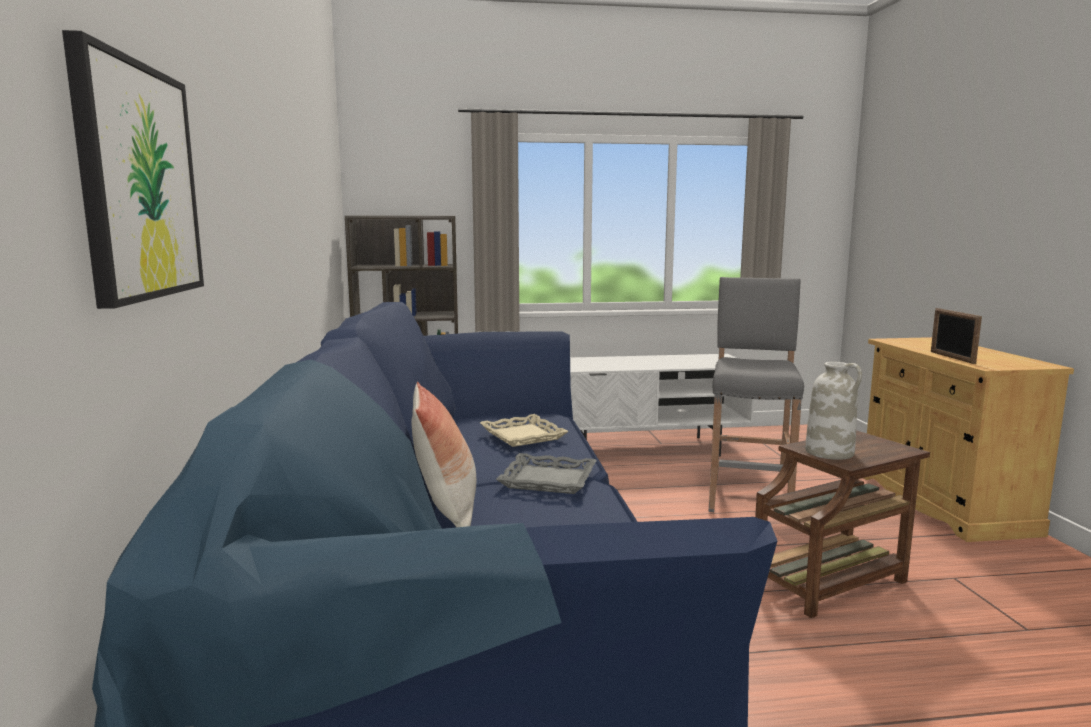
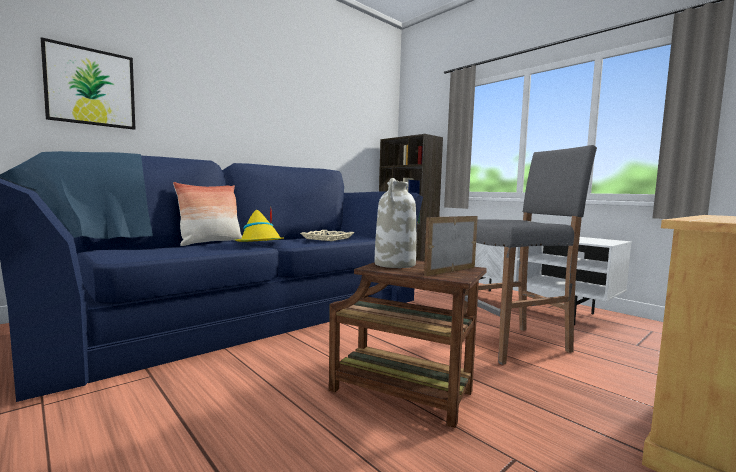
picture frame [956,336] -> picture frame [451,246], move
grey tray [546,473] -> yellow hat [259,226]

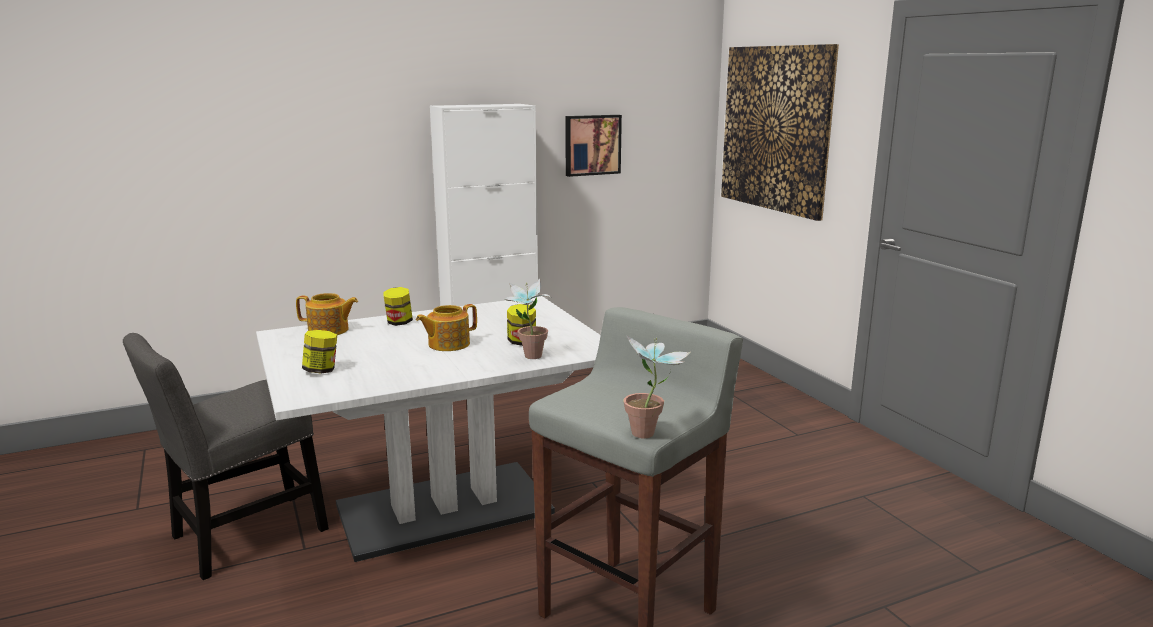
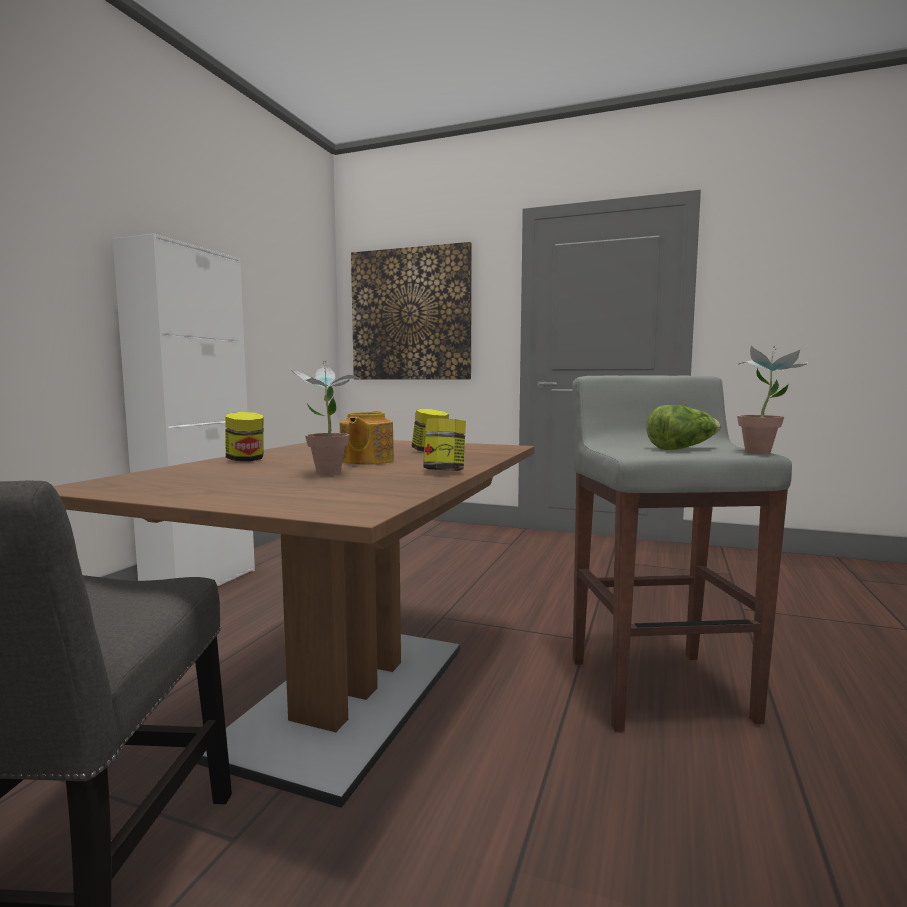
picture [593,146] -> none
potted plant [528,318] -> potted plant [325,417], move
teapot [327,314] -> none
white dining table [428,429] -> brown dining table [294,624]
jar [319,352] -> jar [444,444], move
none -> lettuce [683,427]

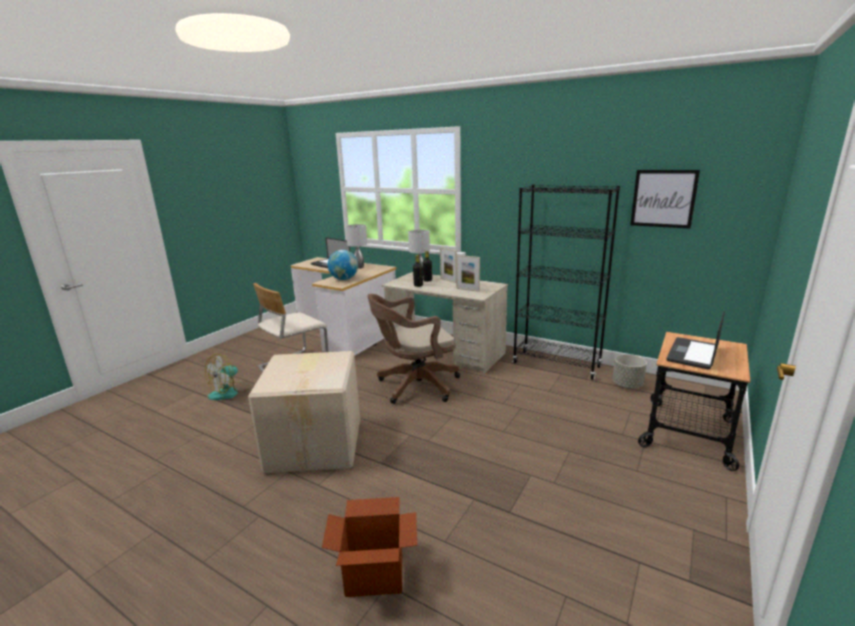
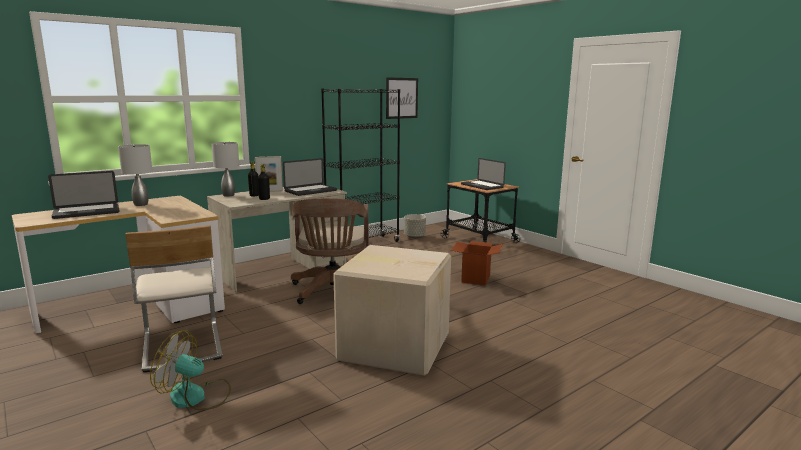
globe [343,265] -> none
picture frame [468,273] -> laptop [310,177]
fan [227,377] -> fan [190,370], 135 degrees clockwise
cardboard box [369,547] -> cardboard box [477,263], move

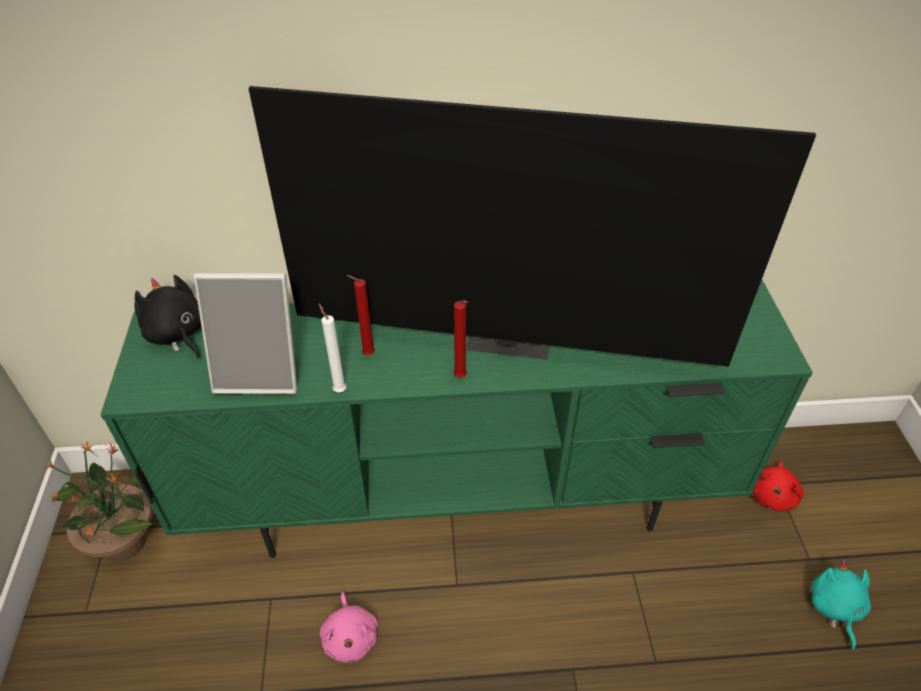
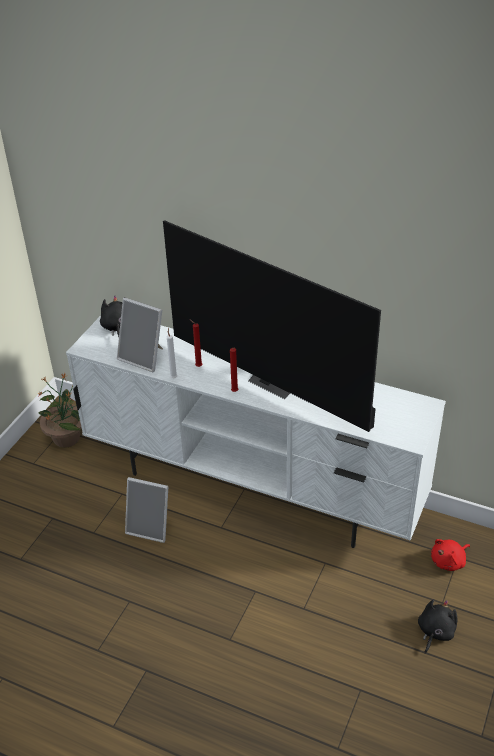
green tv stand [456,419] -> white tv stand [256,432]
turquoise plush toy [841,605] -> black plush toy [437,626]
pink plush toy [349,627] -> picture frame [146,510]

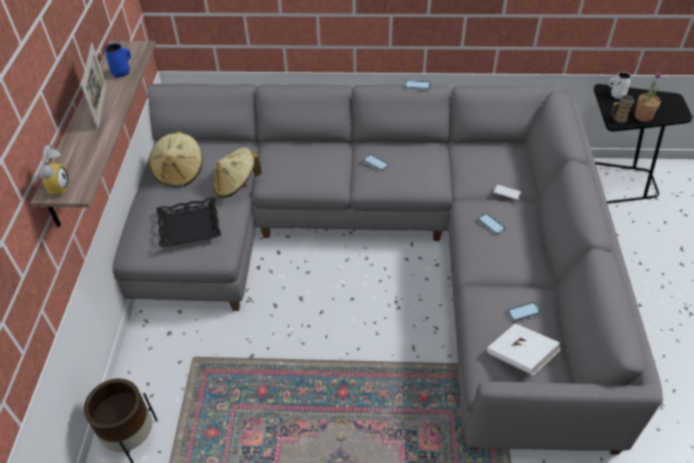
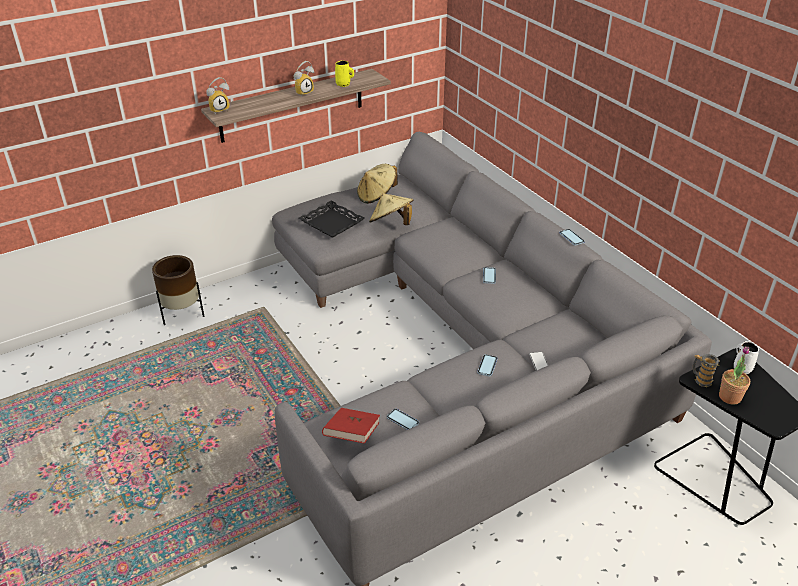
picture frame [94,86] -> alarm clock [304,78]
blue mug [118,60] -> yellow mug [344,73]
white book [524,349] -> red book [351,426]

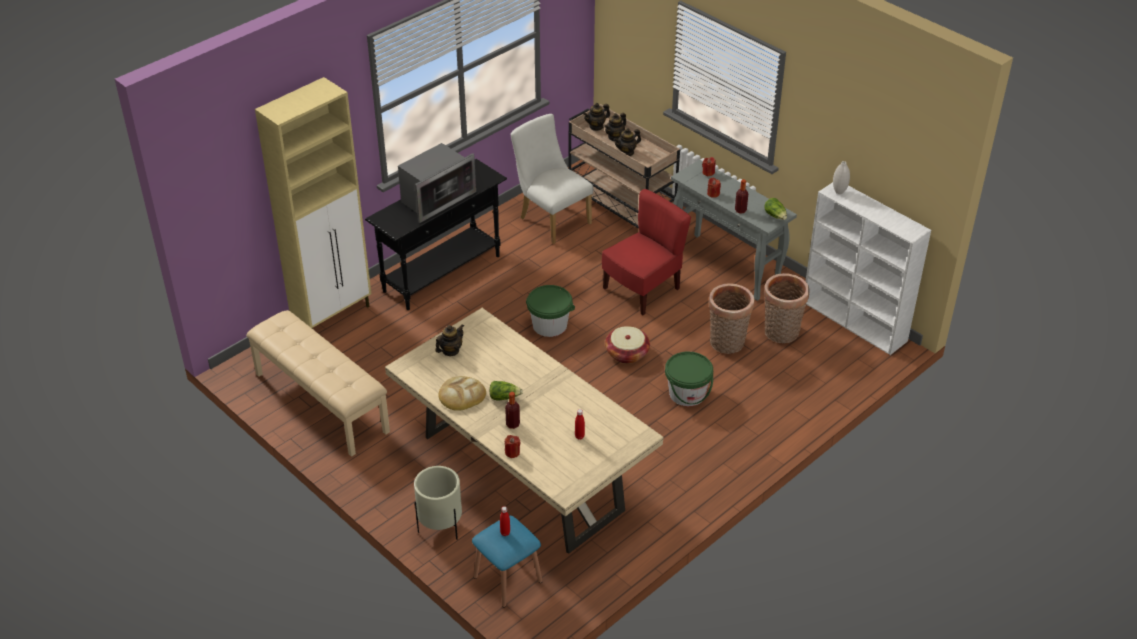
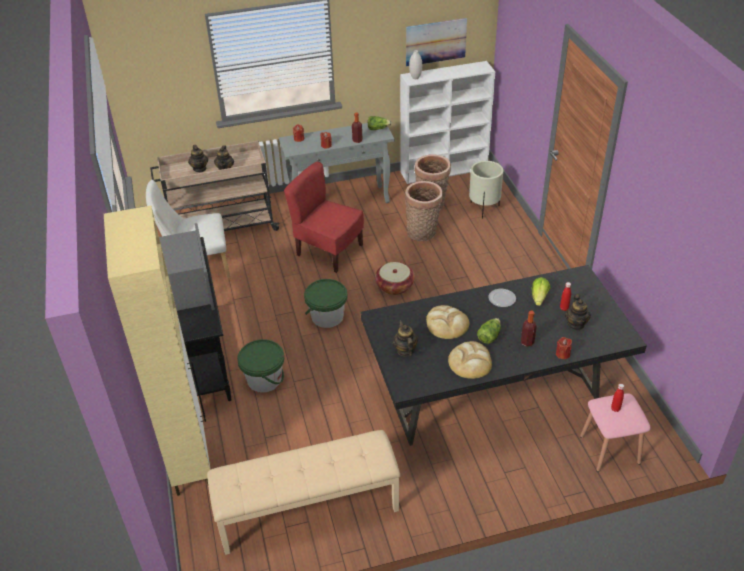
teapot [596,117] -> teapot [578,312], move
red chair [646,252] -> red chair [324,217], 45 degrees counterclockwise
beige dining table [524,431] -> black dining table [503,355]
green bucket [689,378] -> green bucket [260,366], move
beige planter [438,503] -> beige planter [486,190], move
blue stool [507,561] -> pink stool [615,433]
none -> picture [436,42]
none -> lettuce [541,291]
none -> plate [502,298]
none -> bread [448,322]

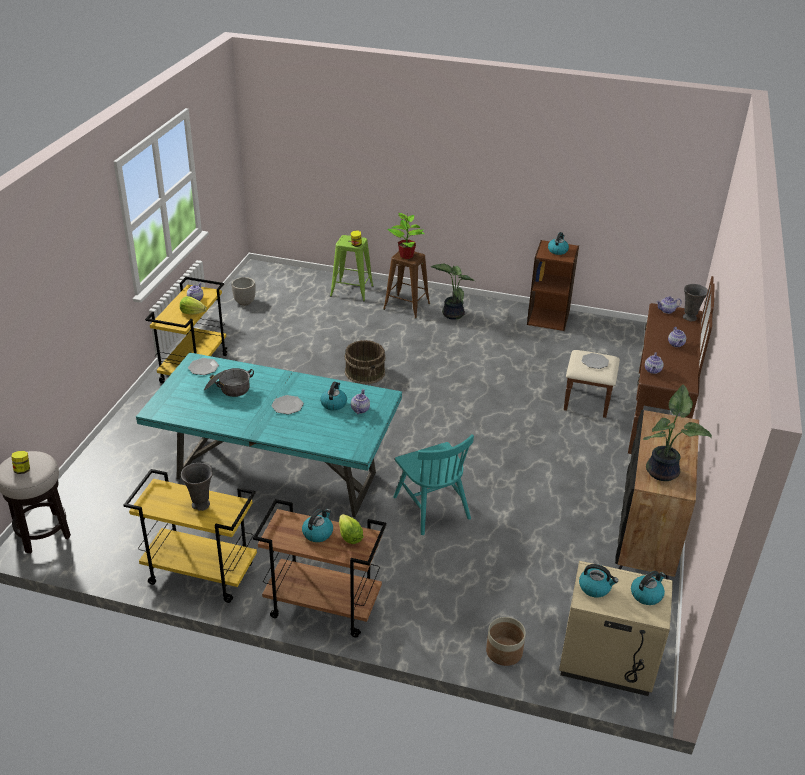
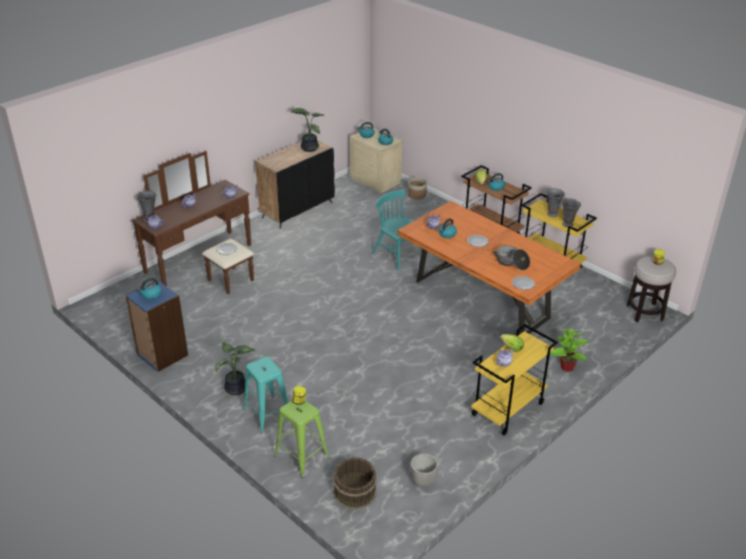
potted plant [406,236] -> potted plant [570,349], move
brown bookcase [553,285] -> blue bookcase [156,326]
brown stool [406,285] -> turquoise stool [265,394]
brown bucket [365,362] -> brown bucket [355,483], move
turquoise dining table [269,434] -> orange dining table [489,268]
turquoise chair [433,484] -> turquoise chair [397,229], 45 degrees counterclockwise
none -> grey vase [571,213]

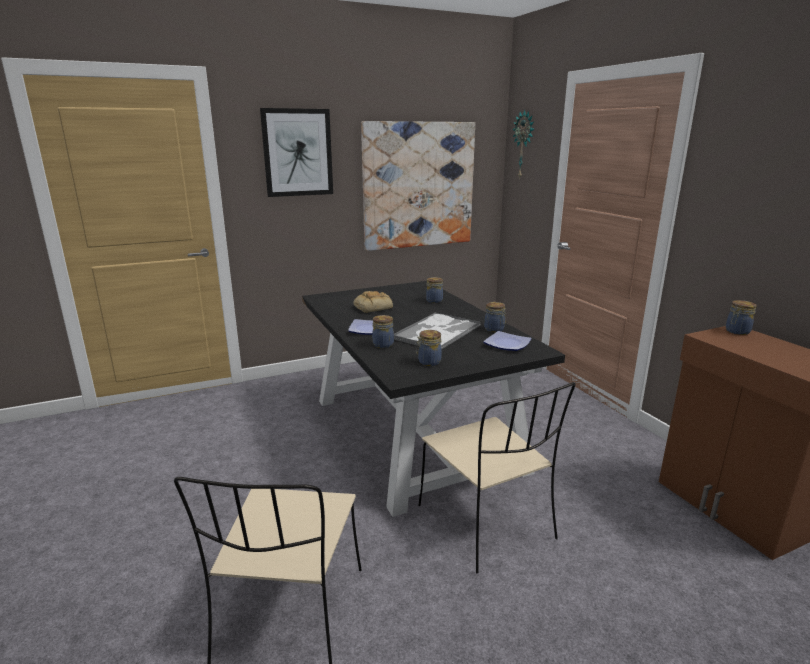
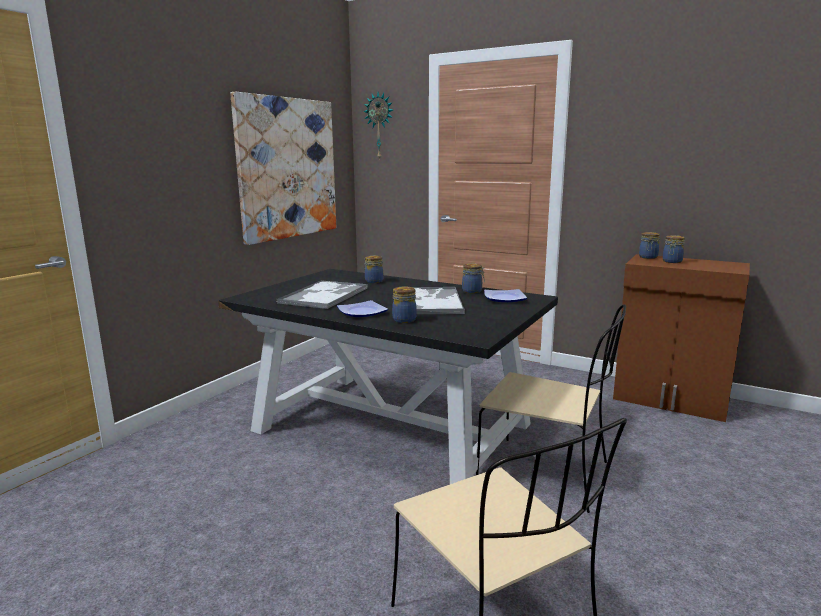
picture [296,152] -> none
bread [373,302] -> tray [322,294]
jar [429,348] -> jar [674,249], move

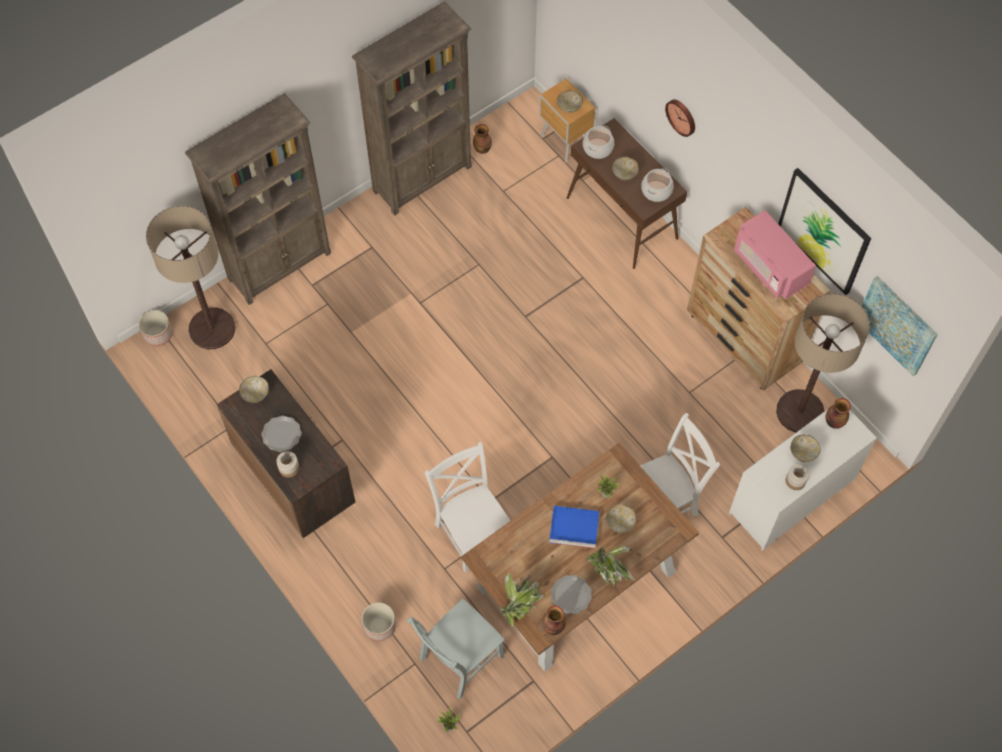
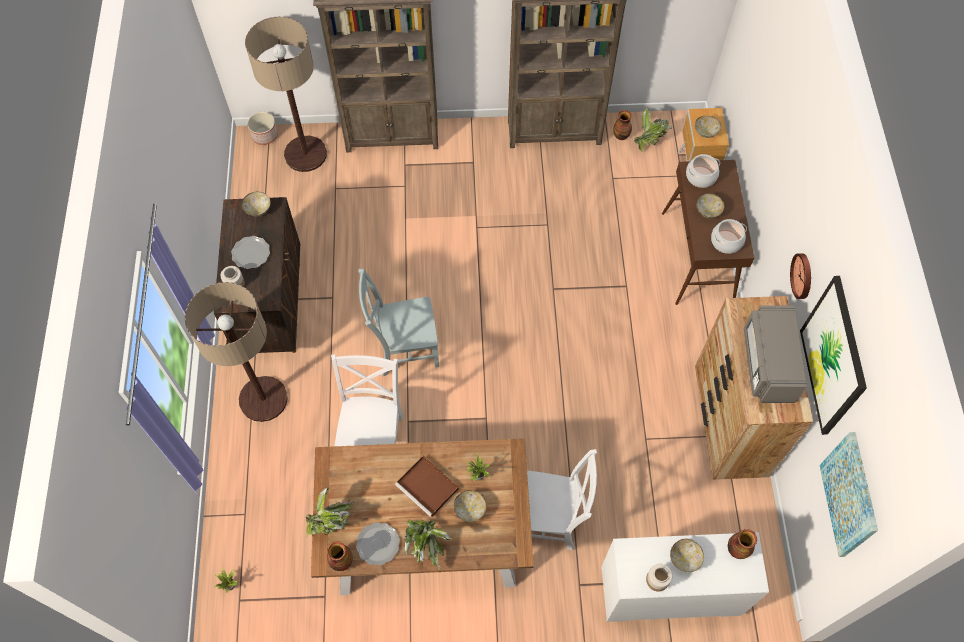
wall clock [680,118] -> wall clock [800,276], move
pink microwave [775,254] -> grey microwave [775,354]
floor lamp [823,363] -> floor lamp [236,352], move
blue tray [574,527] -> brown tray [427,486]
grey chair [456,649] -> grey chair [398,322], move
planter [379,622] -> none
none -> potted plant [653,129]

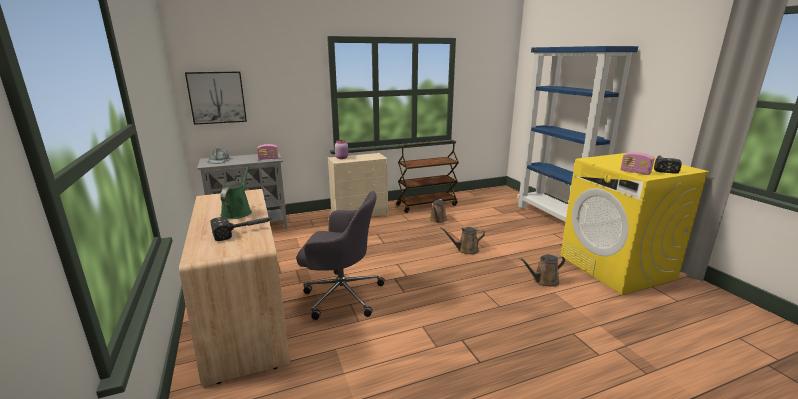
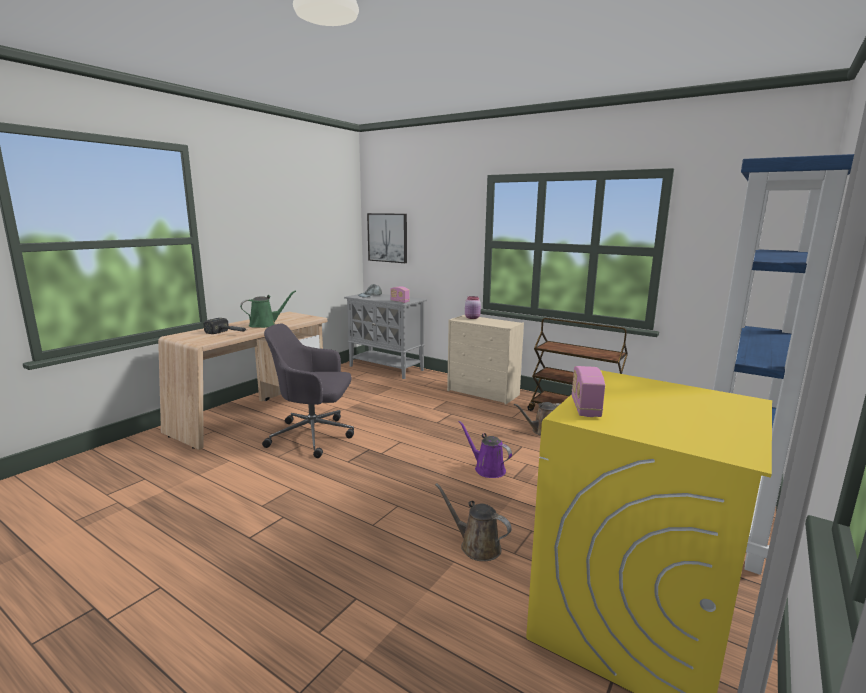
hammer [668,164] -> none
grey office chair [341,255] -> grey office chair [308,391], 120 degrees clockwise
brown watering can [462,241] -> purple watering can [485,449]

